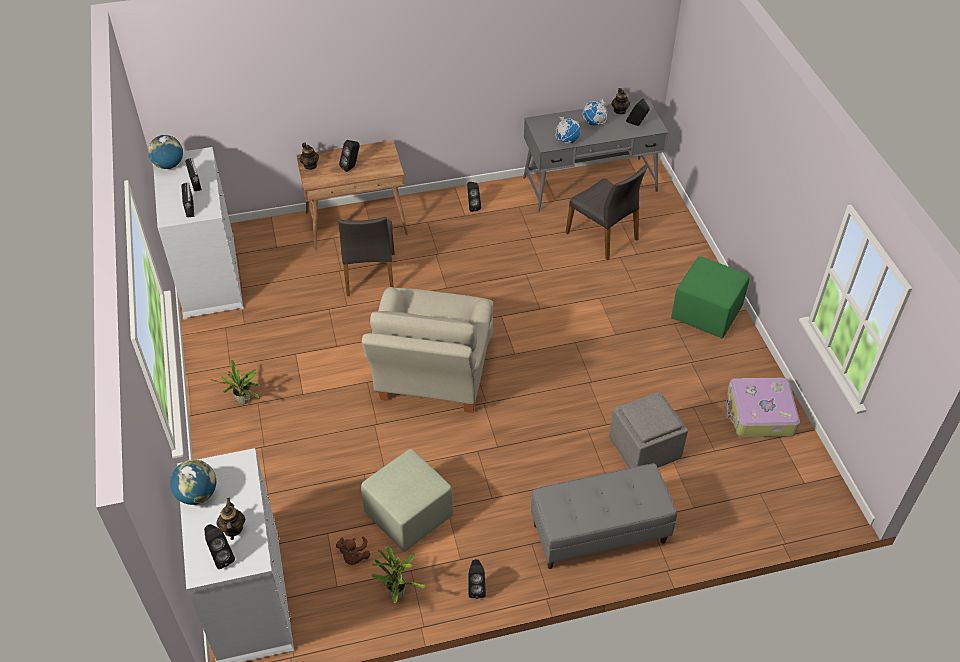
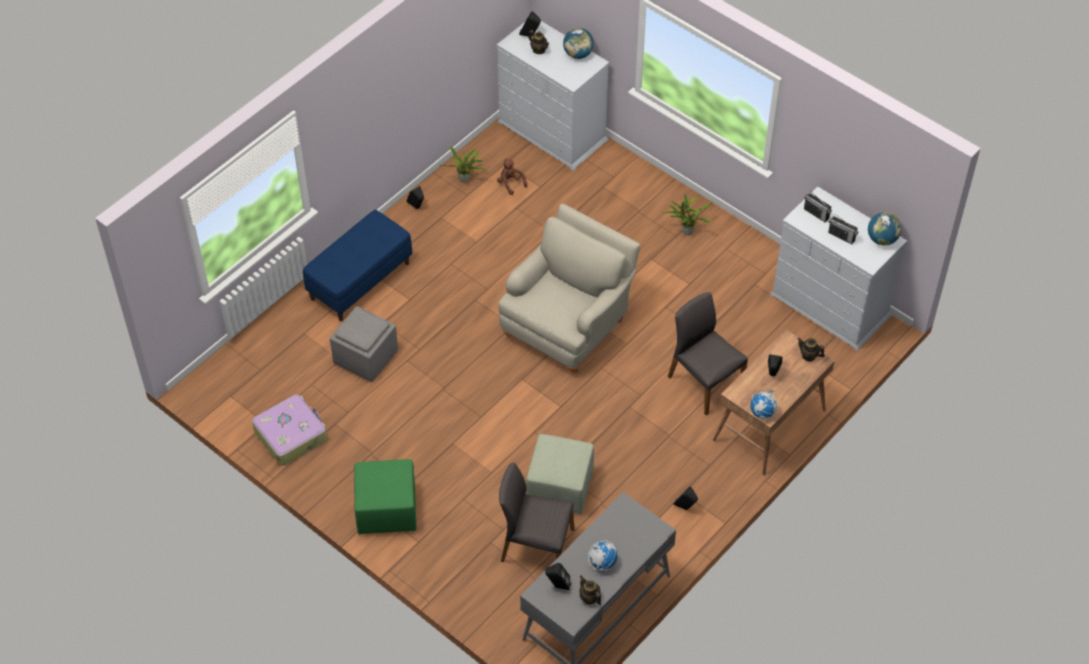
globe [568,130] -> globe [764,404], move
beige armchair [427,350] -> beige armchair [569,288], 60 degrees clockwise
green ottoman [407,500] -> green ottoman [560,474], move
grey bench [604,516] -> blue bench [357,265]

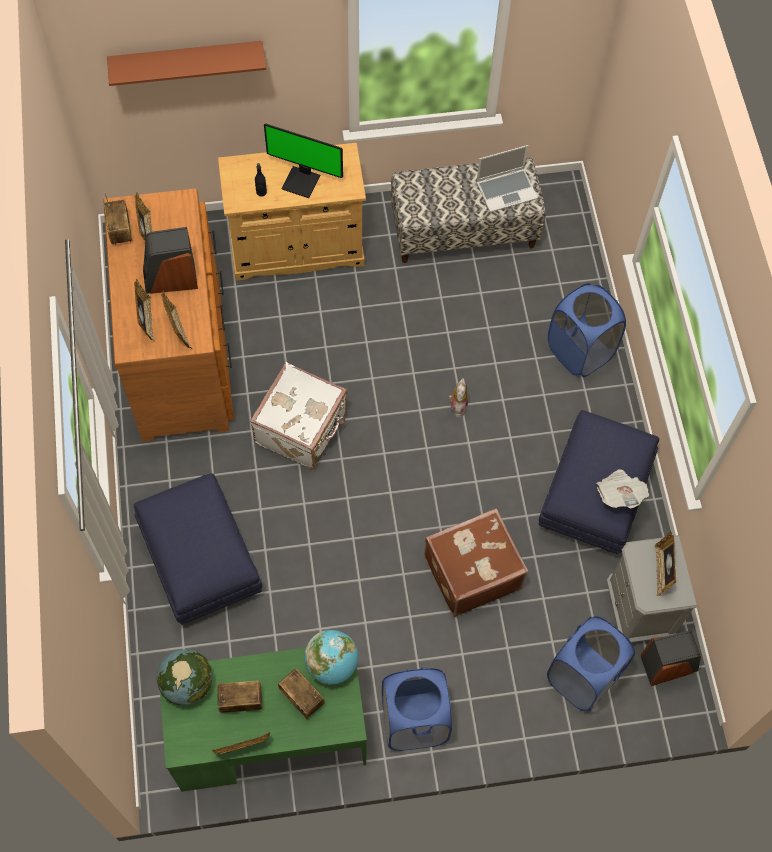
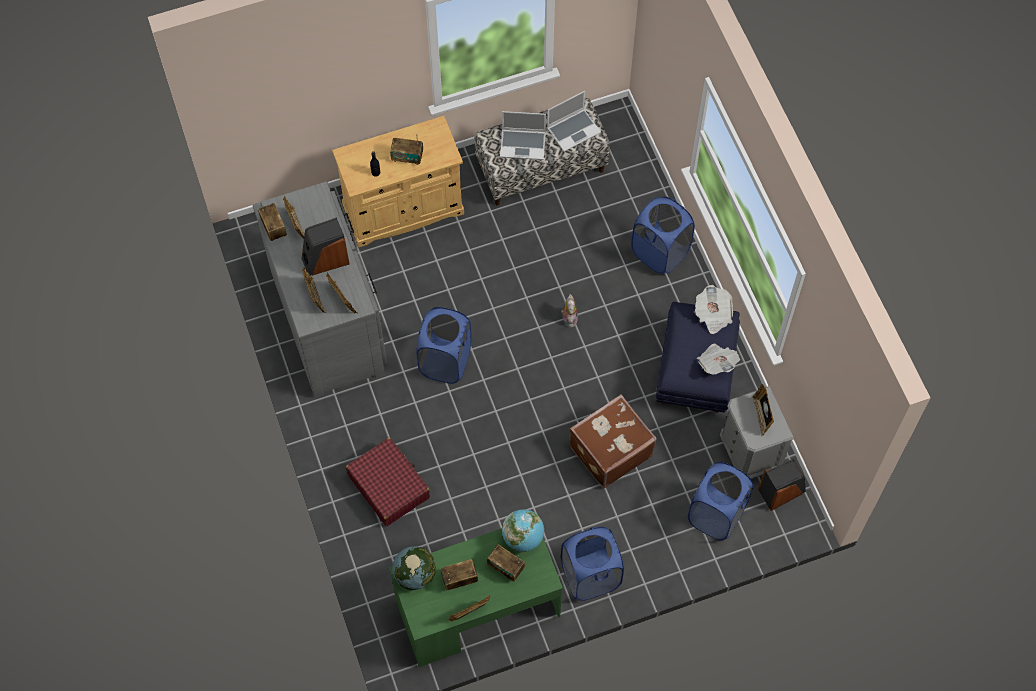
brown shelf [186,63] -> none
monitor [303,161] -> radio [406,149]
brown dresser [168,315] -> grey dresser [320,290]
white suitcase [298,415] -> blue laundry basket [444,345]
blue ottoman [198,549] -> red suitcase [388,482]
none -> laptop [523,135]
none -> newspaper [714,309]

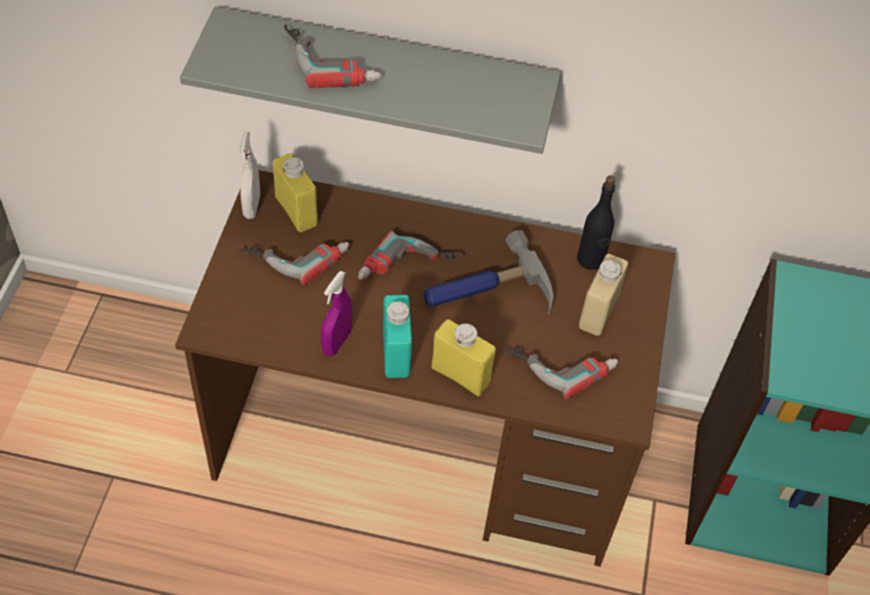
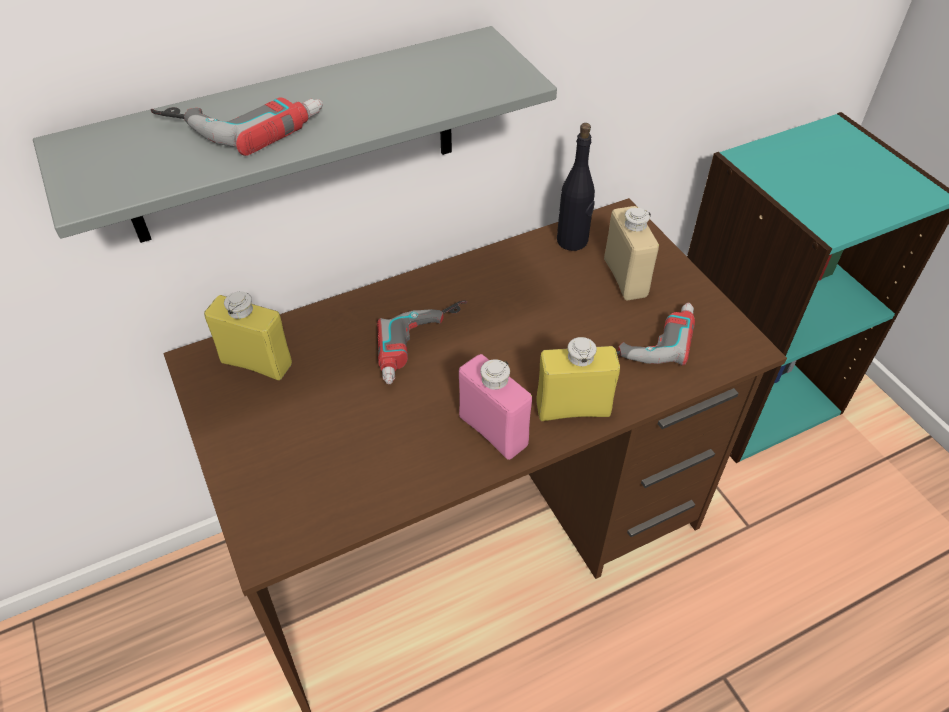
white spray bottle [250,175] -> none
hammer [488,272] -> none
power drill [294,263] -> none
purple spray bottle [336,313] -> none
turquoise bottle [397,336] -> pink bottle [495,407]

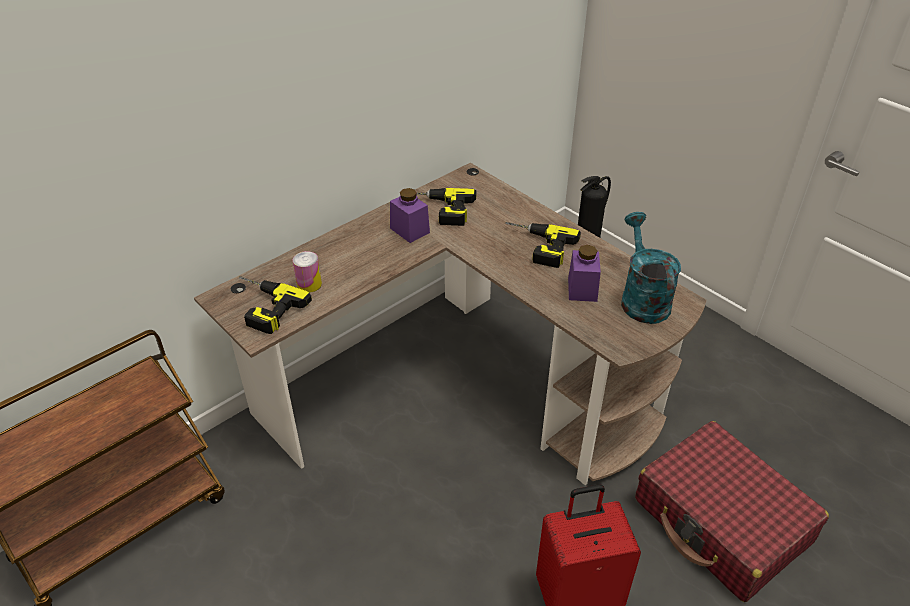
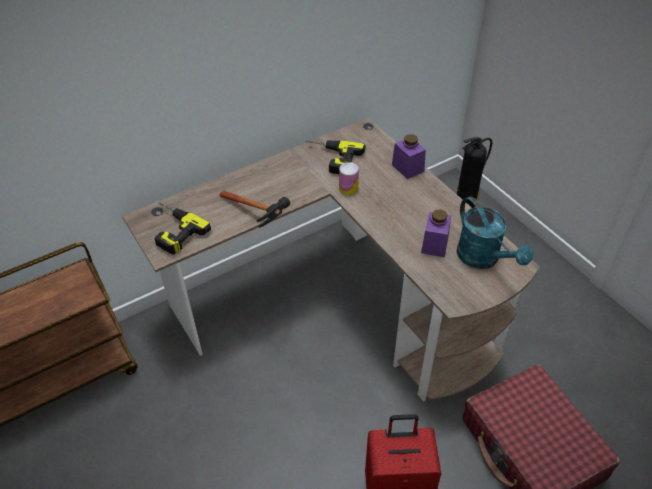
purple jar [410,215] -> purple jar [409,156], move
turquoise watering can [651,268] -> turquoise watering can [494,233], 150 degrees clockwise
power drill [543,245] -> none
can [307,272] -> can [349,178], move
none -> hammer [255,209]

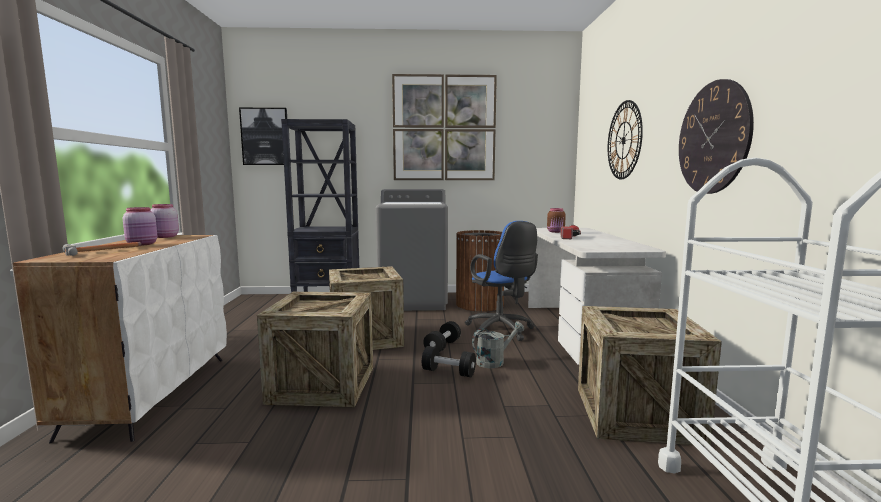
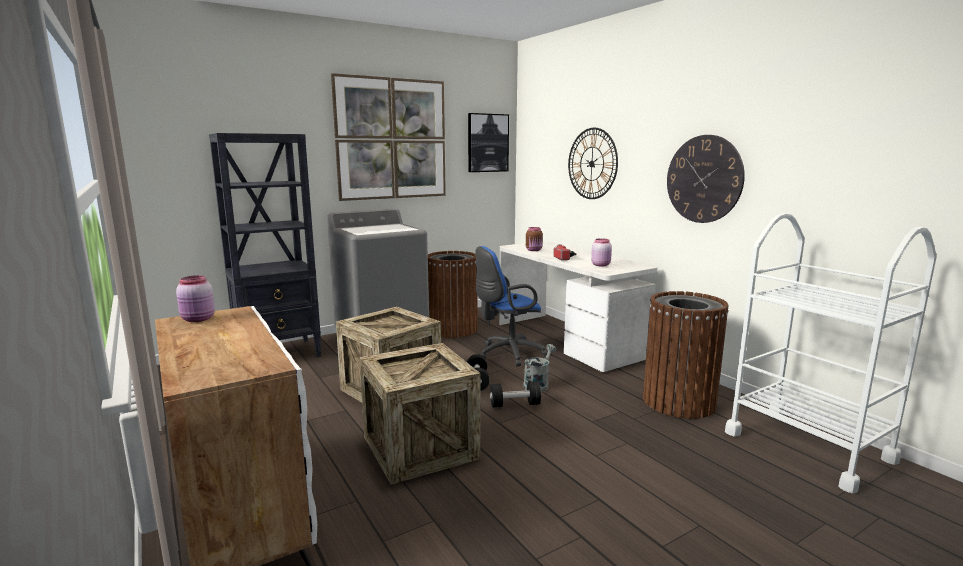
picture [263,136] -> picture [488,142], move
pink jar [140,226] -> pink jar [601,252], move
blue office chair [501,281] -> blue office chair [512,306], 120 degrees clockwise
hammer [101,249] -> none
crate [650,376] -> brown trash can [686,355]

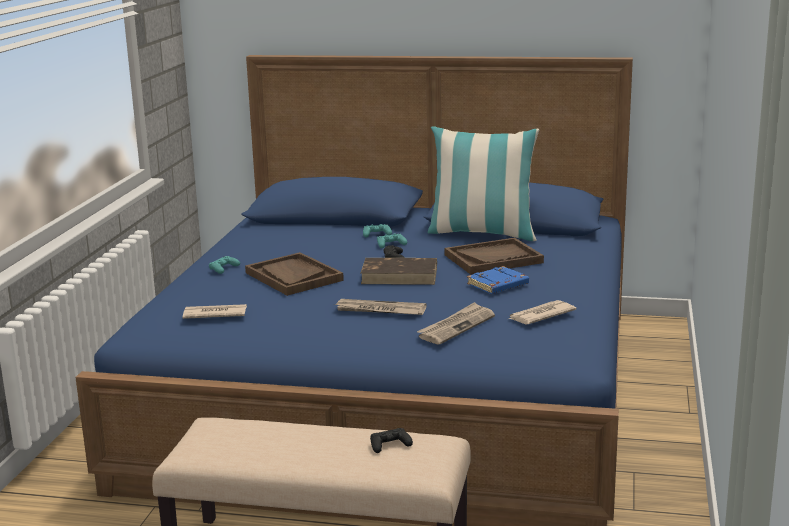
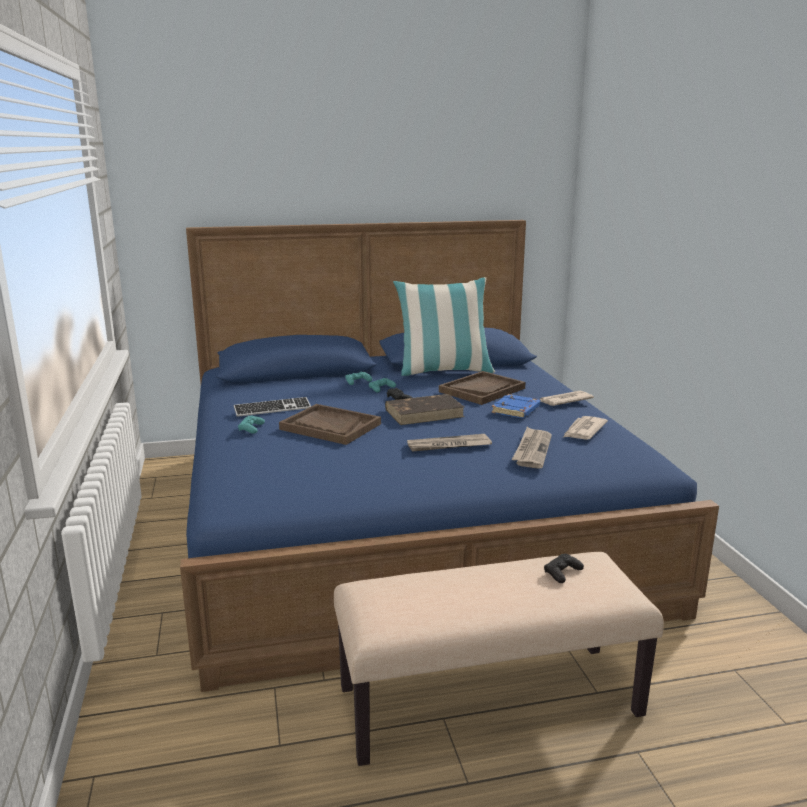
newspaper [215,311] -> newspaper [567,398], move
none -> keyboard [272,407]

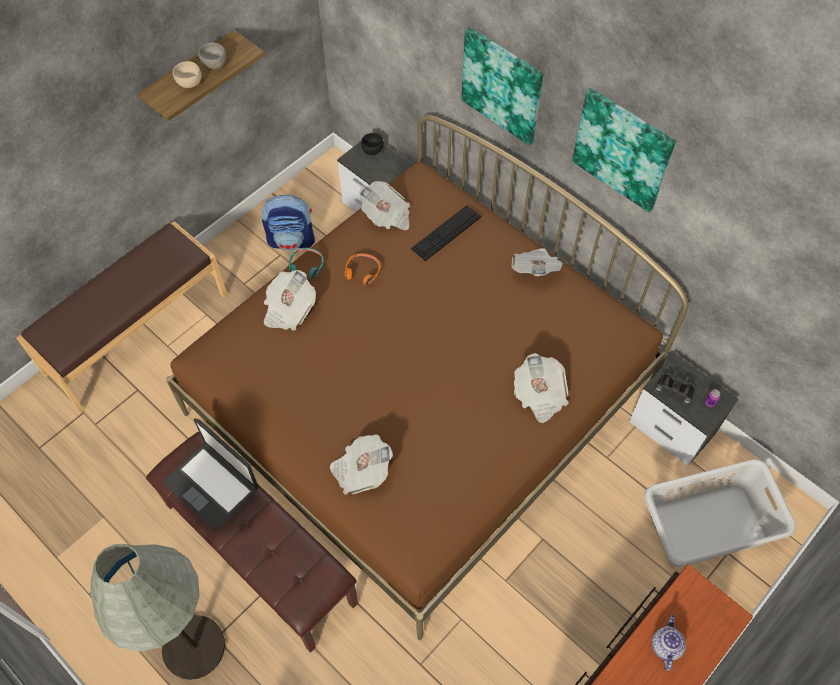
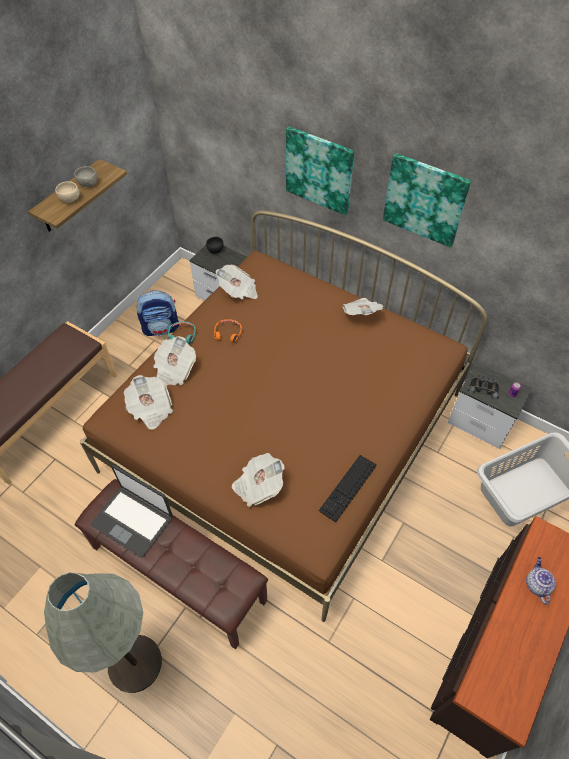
keyboard [446,233] -> keyboard [348,488], move
newspaper [541,388] -> newspaper [148,402], move

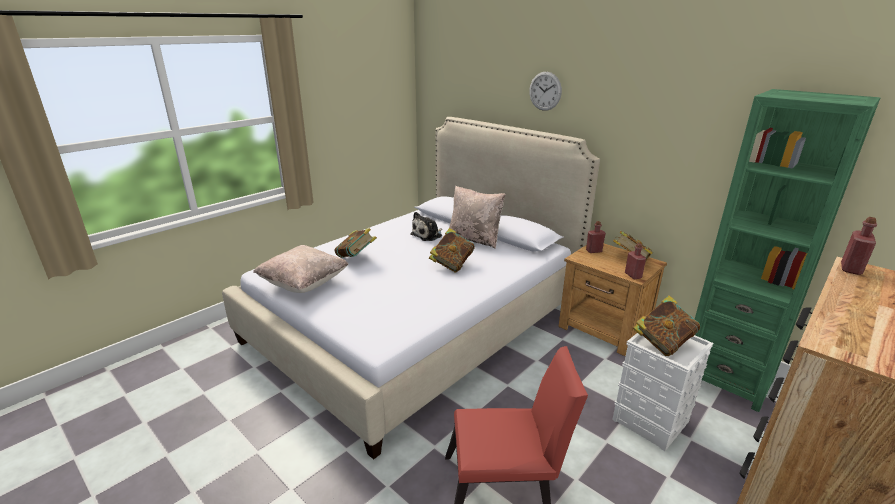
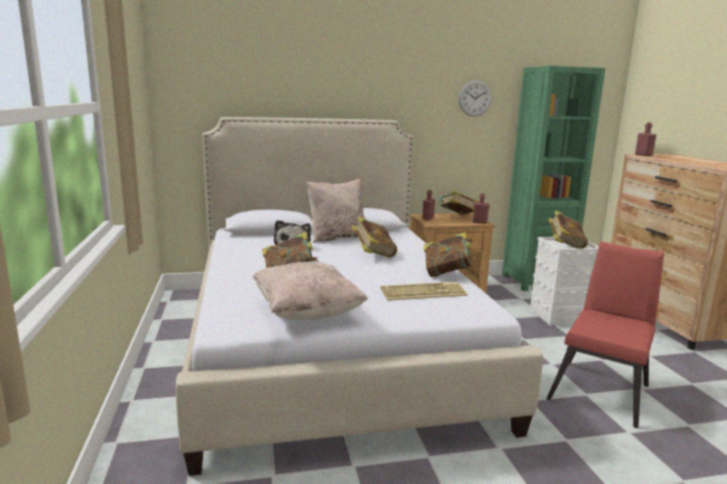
wall clock [545,91] -> wall clock [475,98], move
none -> book [449,254]
none -> keyboard [424,291]

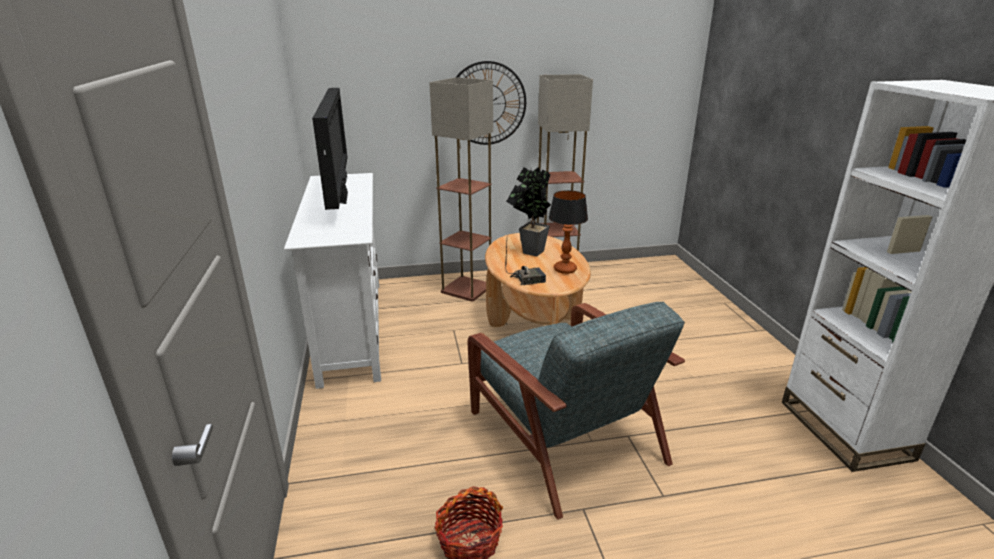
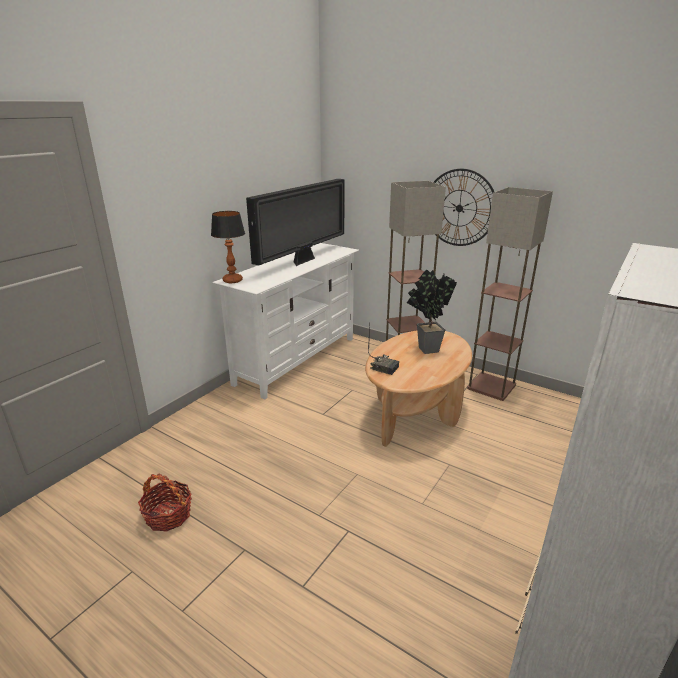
table lamp [568,232] -> table lamp [228,247], move
grey armchair [576,411] -> none

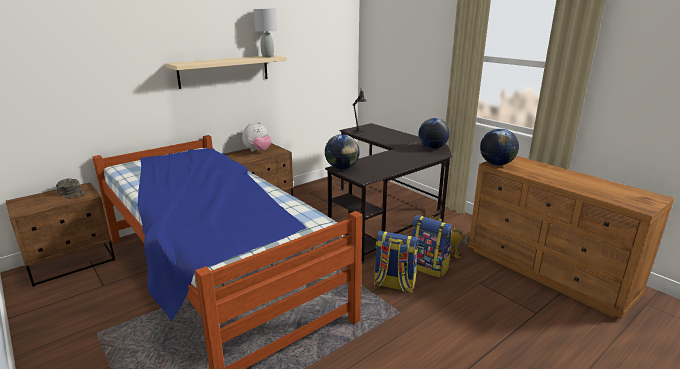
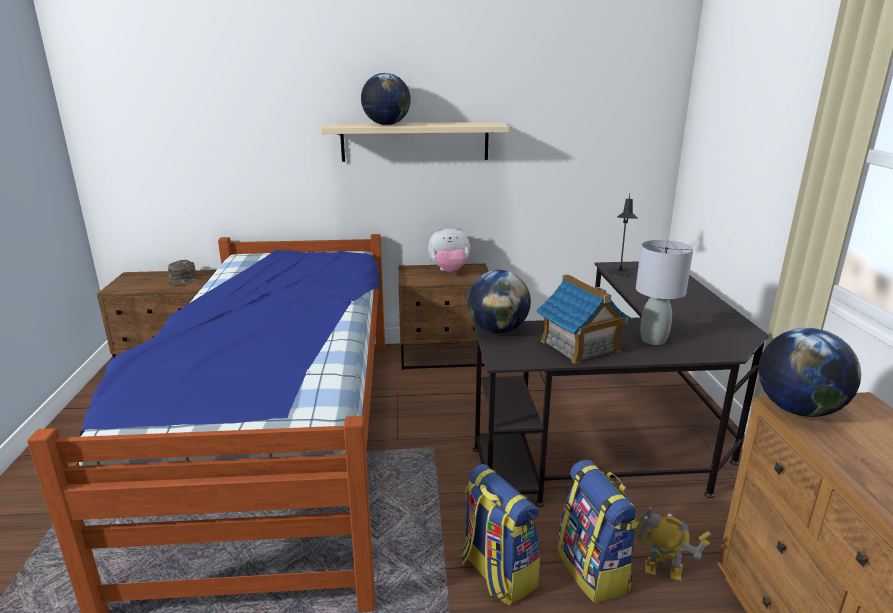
grey table lamp [265,33] -> grey table lamp [664,292], move
globe [434,133] -> globe [386,99], move
none -> toy house [584,319]

